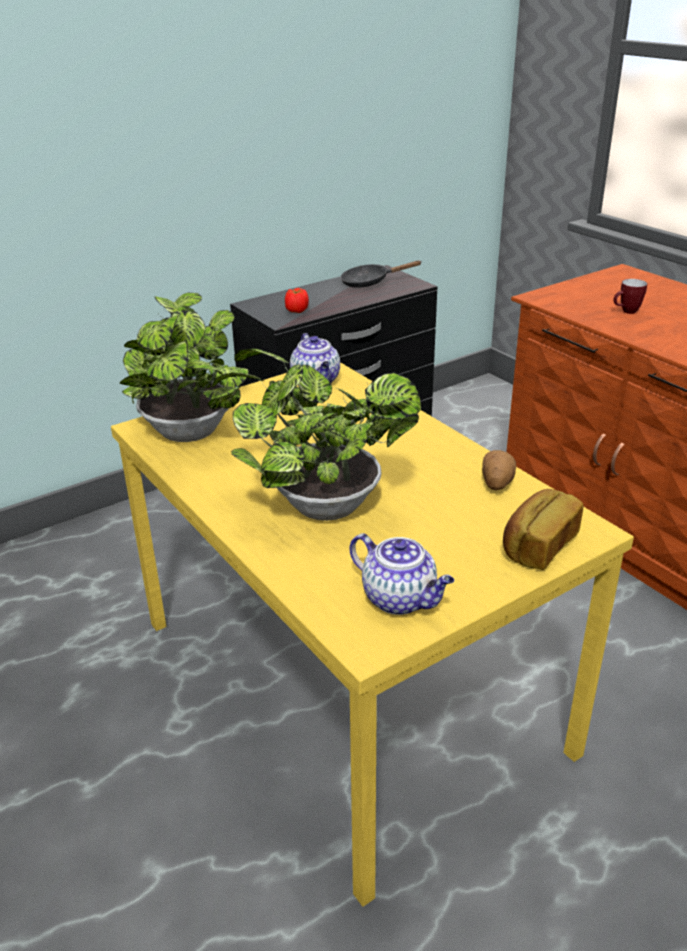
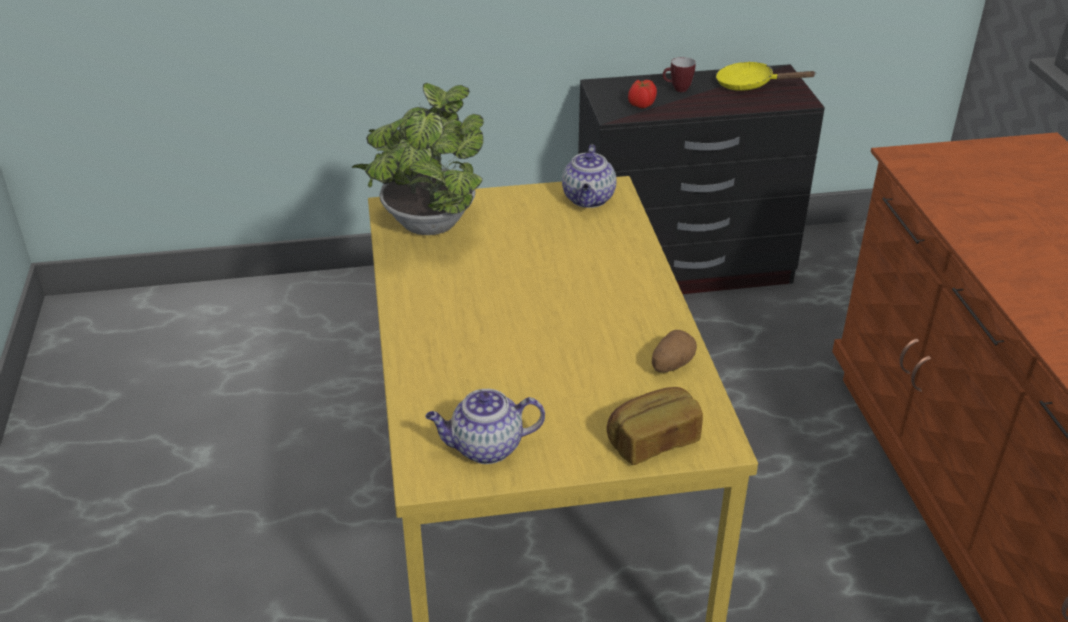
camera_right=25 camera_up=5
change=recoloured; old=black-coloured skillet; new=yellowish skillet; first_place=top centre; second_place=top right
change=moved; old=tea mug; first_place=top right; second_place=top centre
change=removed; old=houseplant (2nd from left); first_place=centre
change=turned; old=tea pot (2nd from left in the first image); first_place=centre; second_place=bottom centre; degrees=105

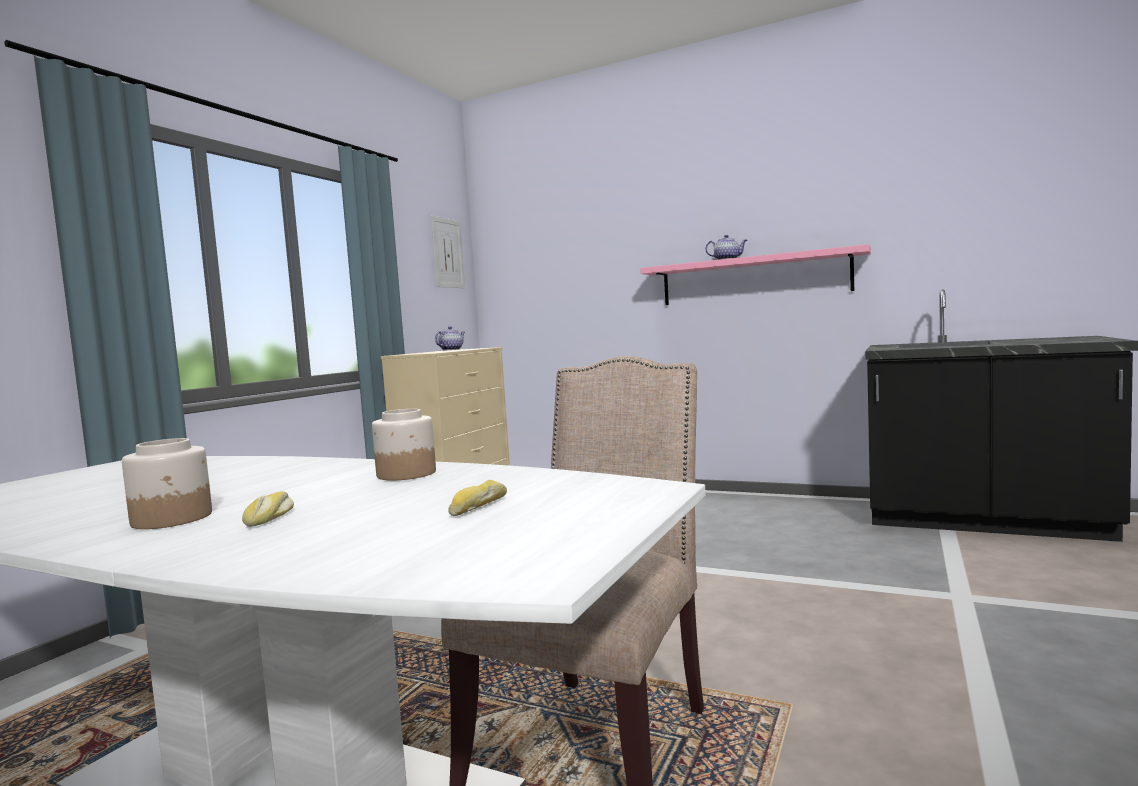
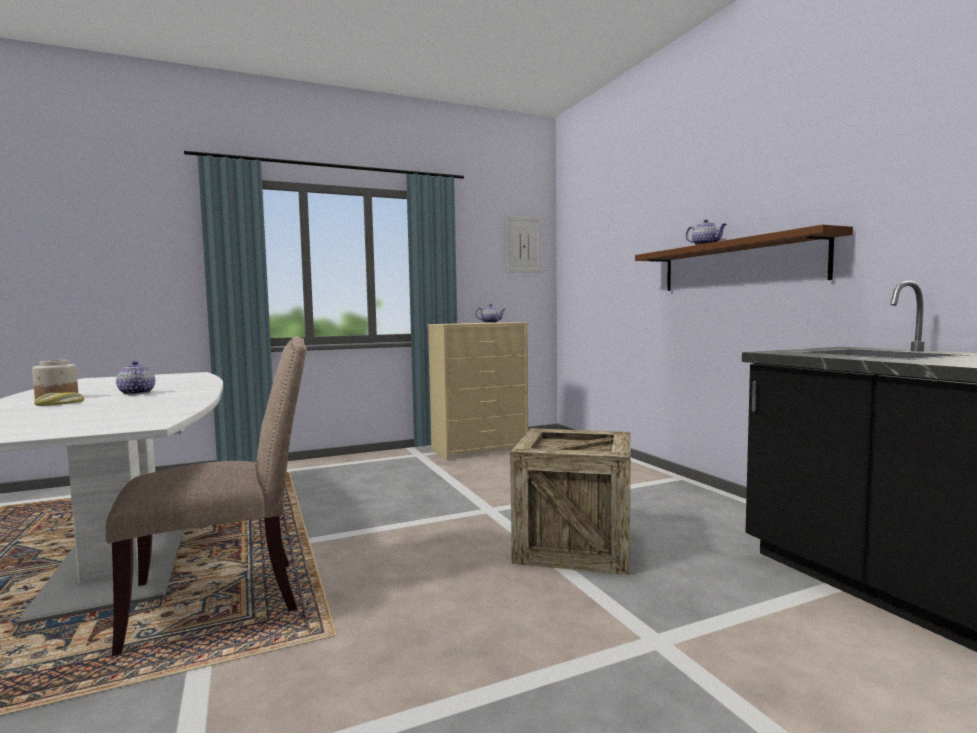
camera_right=40 camera_up=0
change=recoloured; old=pinkish bracket shelf; new=brownish bracket shelf; first_place=centre; second_place=middle right
change=removed; old=storage jar (2nd from left); first_place=centre
change=removed; old=bakery bread (2nd from left); first_place=centre
change=added; new=tea pot (1st from left); second_place=middle left
change=added; new=packing crate; second_place=bottom centre

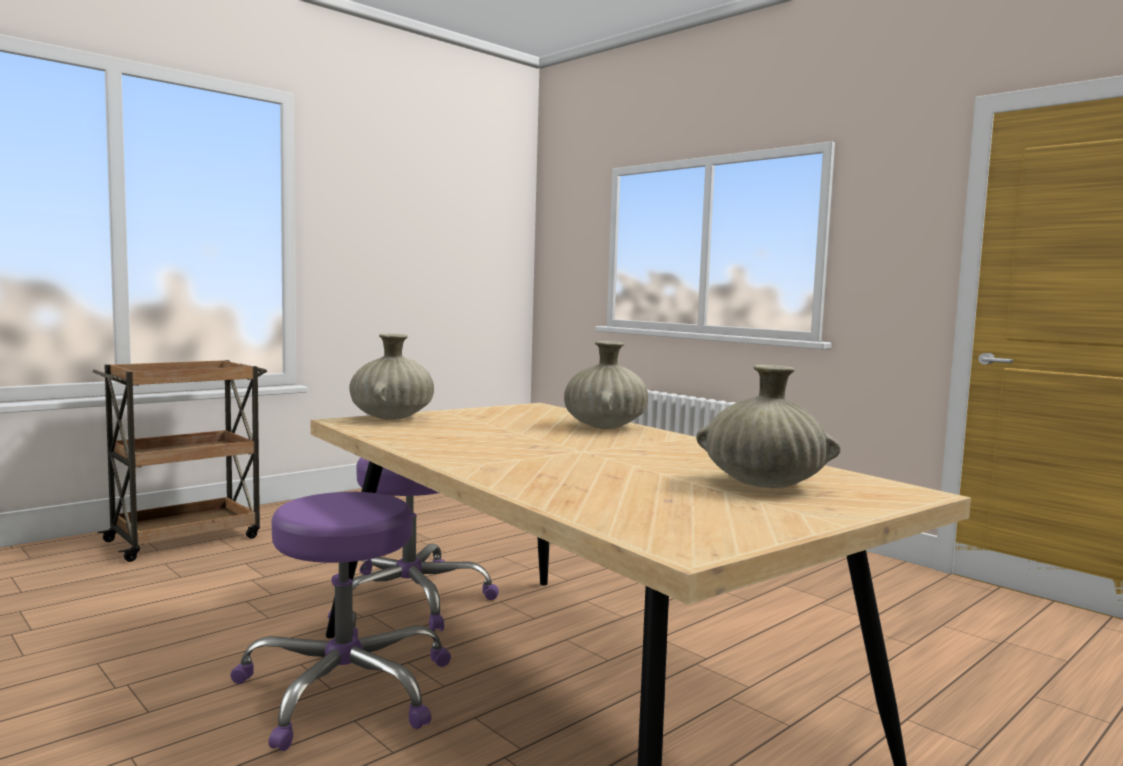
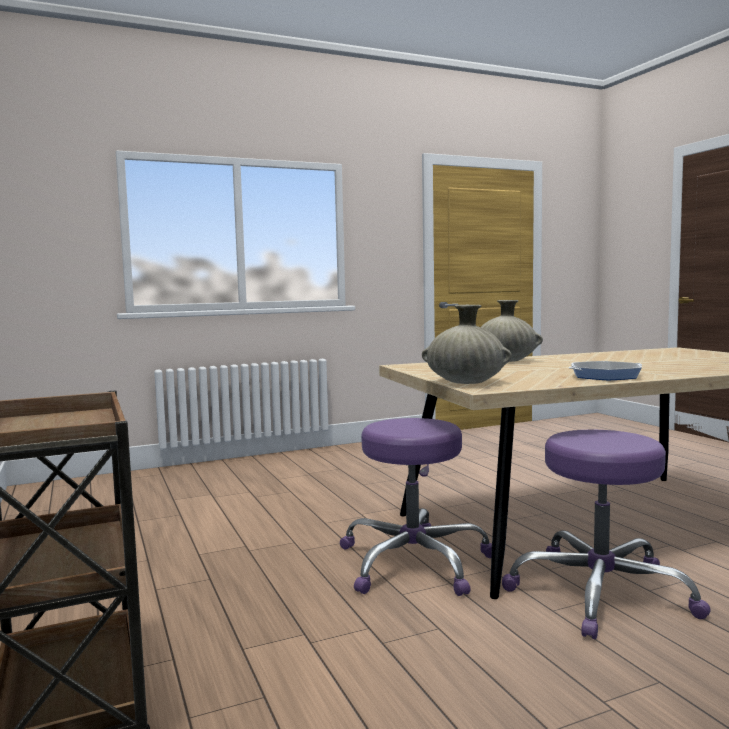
camera_right=-70 camera_up=0
change=removed; old=beige vase (3rd from left); first_place=middle right
change=added; new=skillet; second_place=middle right

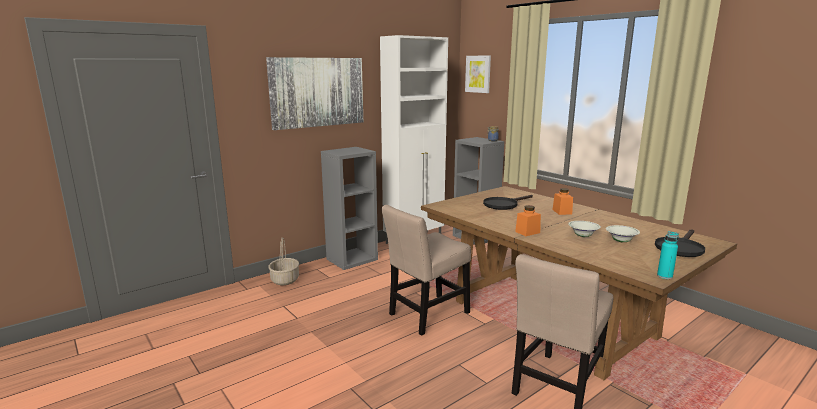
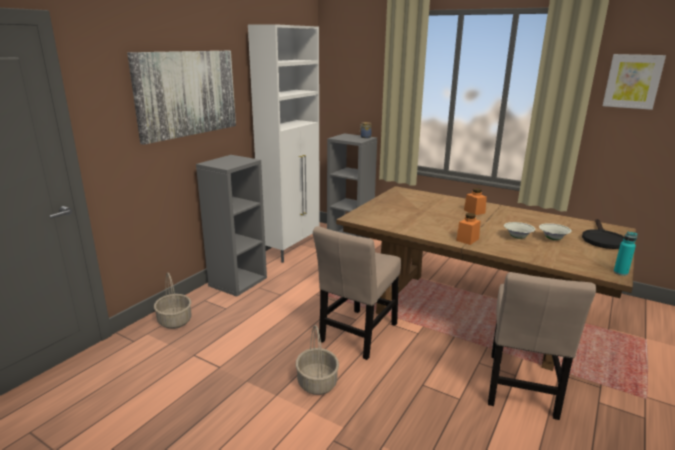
camera_right=-20 camera_up=5
change=moved; old=picture (2nd from left); first_place=top centre; second_place=top right
change=removed; old=black-coloured skillet (1st from left); first_place=centre
change=added; new=household basket (2nd from left); second_place=bottom centre

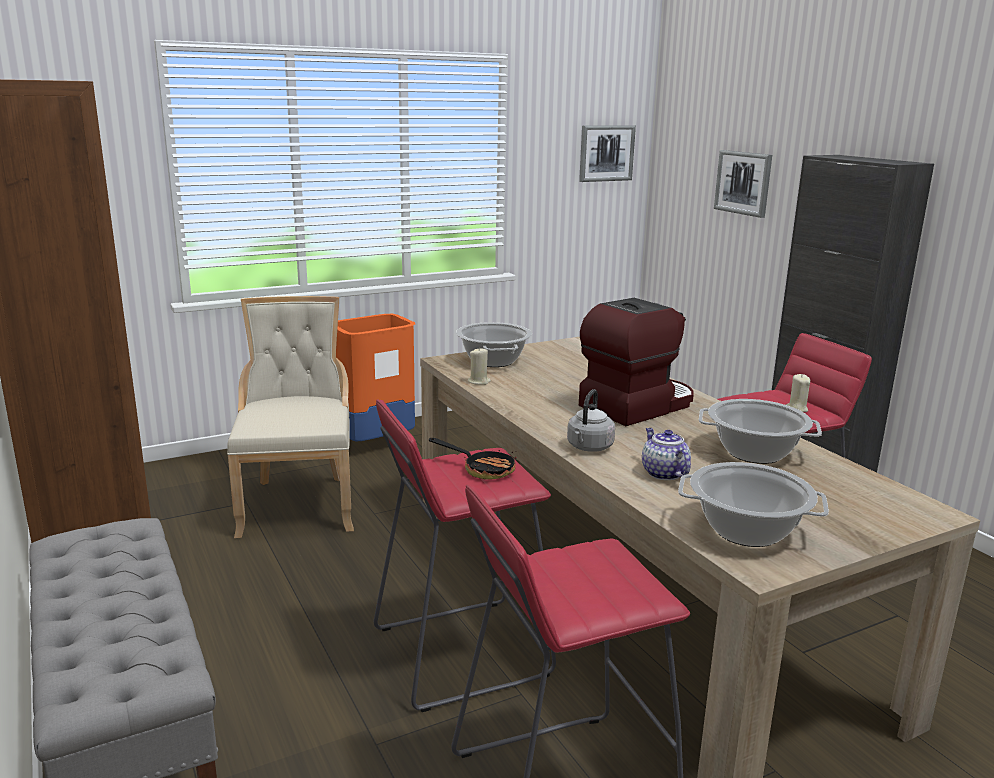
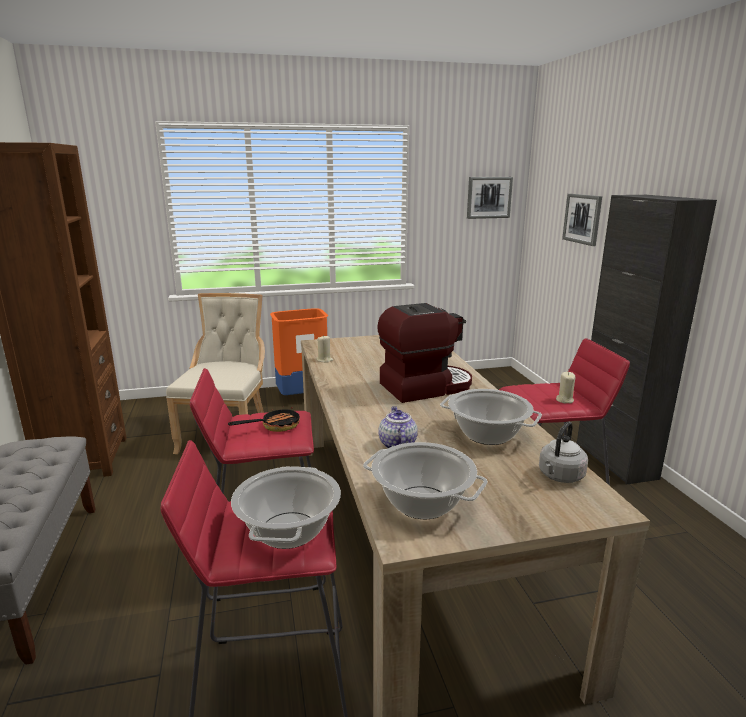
camera_right=15 camera_up=0
change=moved; old=stockpot (1st from left); first_place=centre; second_place=bottom centre
change=moved; old=greyish water kettle; first_place=centre; second_place=middle right
change=turned; old=skillet; first_place=centre; second_place=centre; degrees=-75

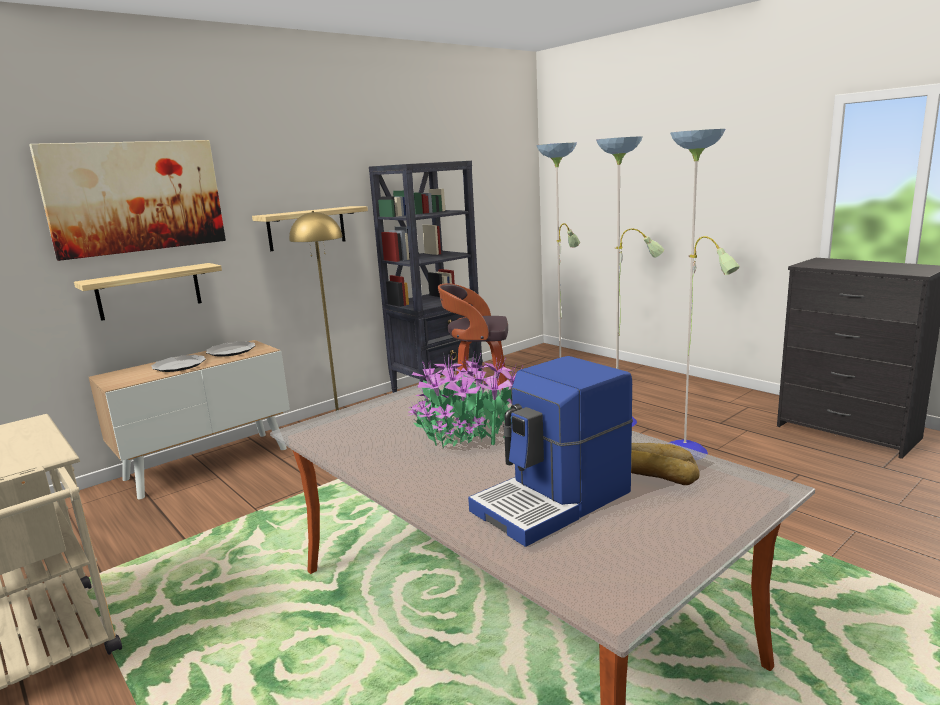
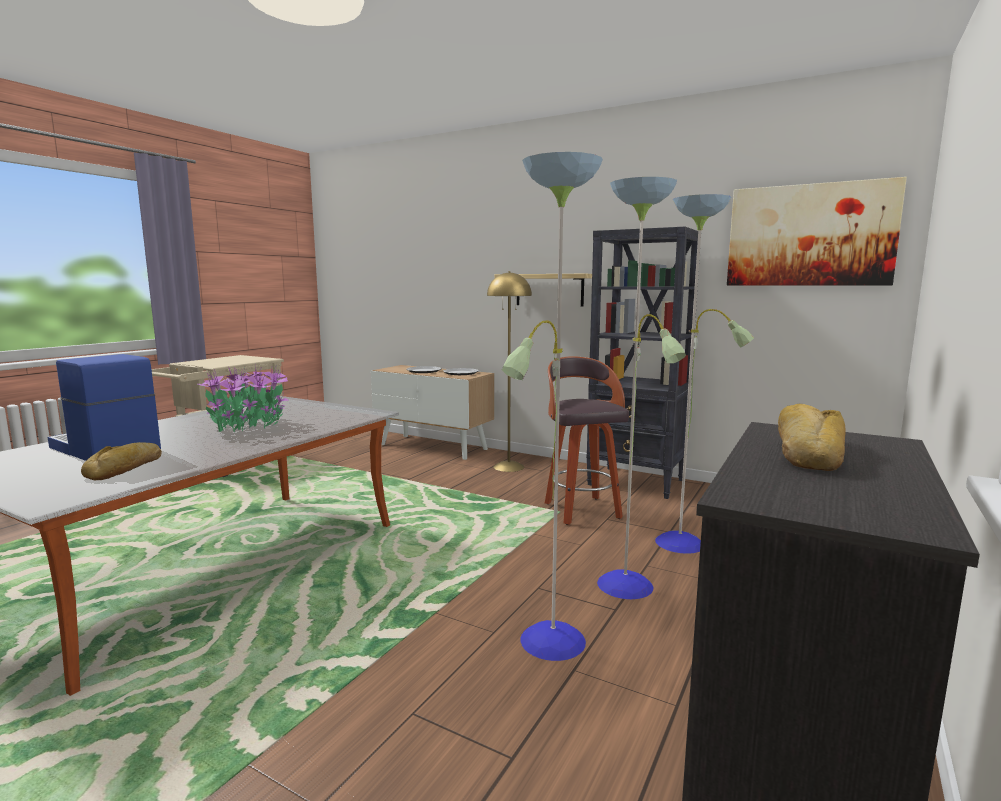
camera_right=70 camera_up=-5
change=moved; old=picture; first_place=top left; second_place=top right
change=removed; old=bracket shelf (1st from left); first_place=middle left
change=added; new=bakery bread (2nd from left); second_place=middle right

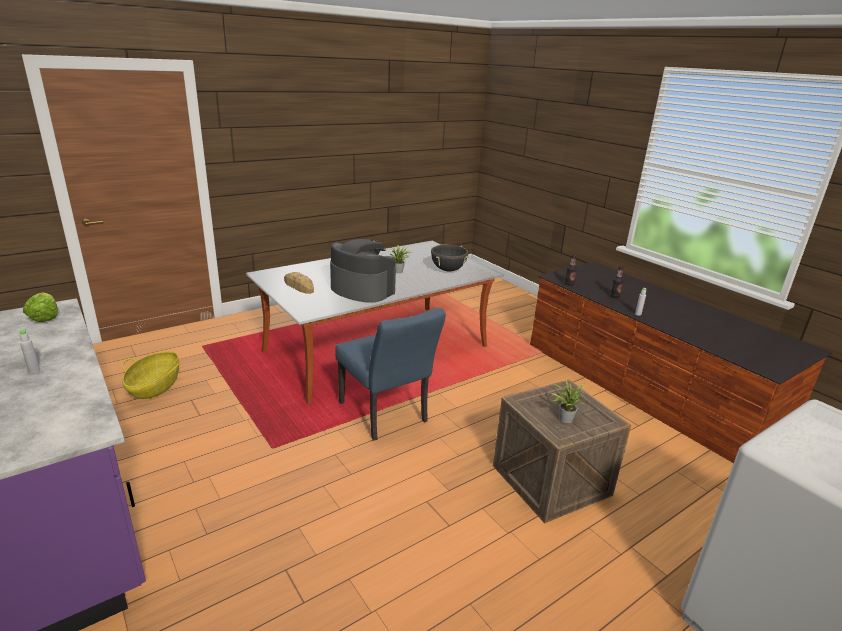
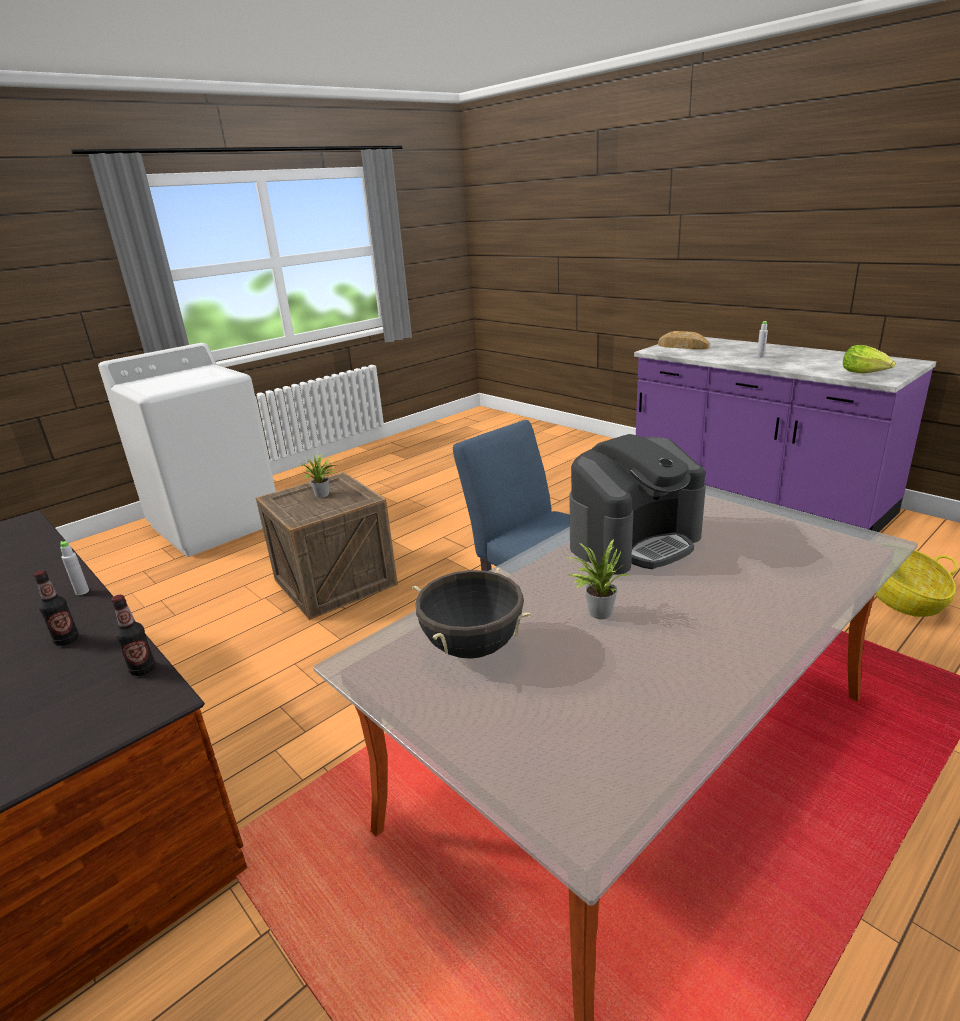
camera_right=175 camera_up=0
change=turned; old=coffee machine; first_place=centre; second_place=centre; degrees=-60
change=moved; old=bakery bread; first_place=centre; second_place=top right

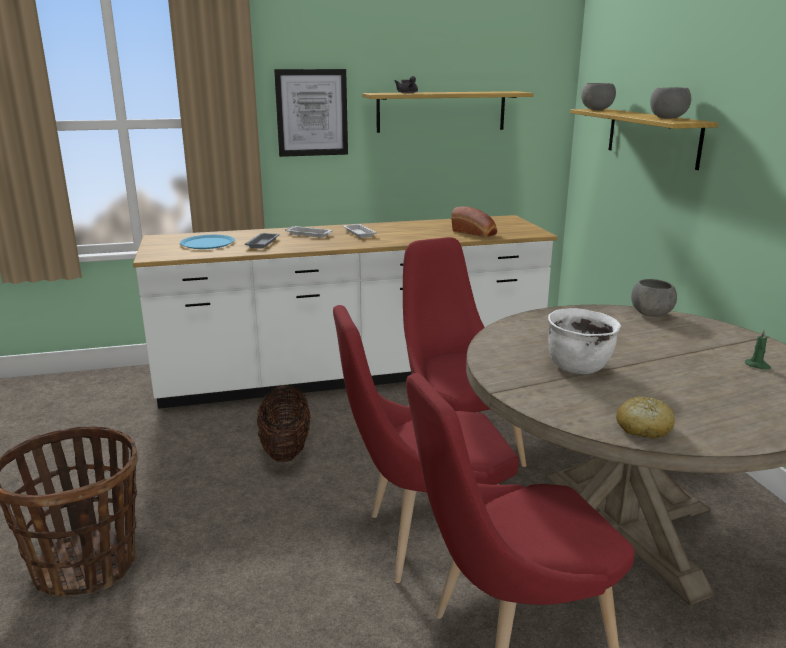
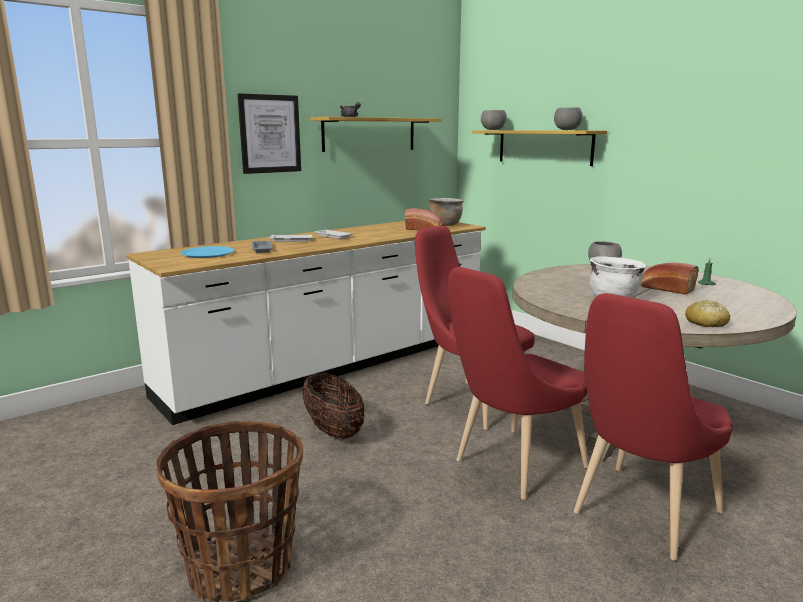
camera_right=-25 camera_up=-5
change=added; new=brownish stockpot; second_place=centre
change=added; new=bakery bread (2nd from left); second_place=middle right

